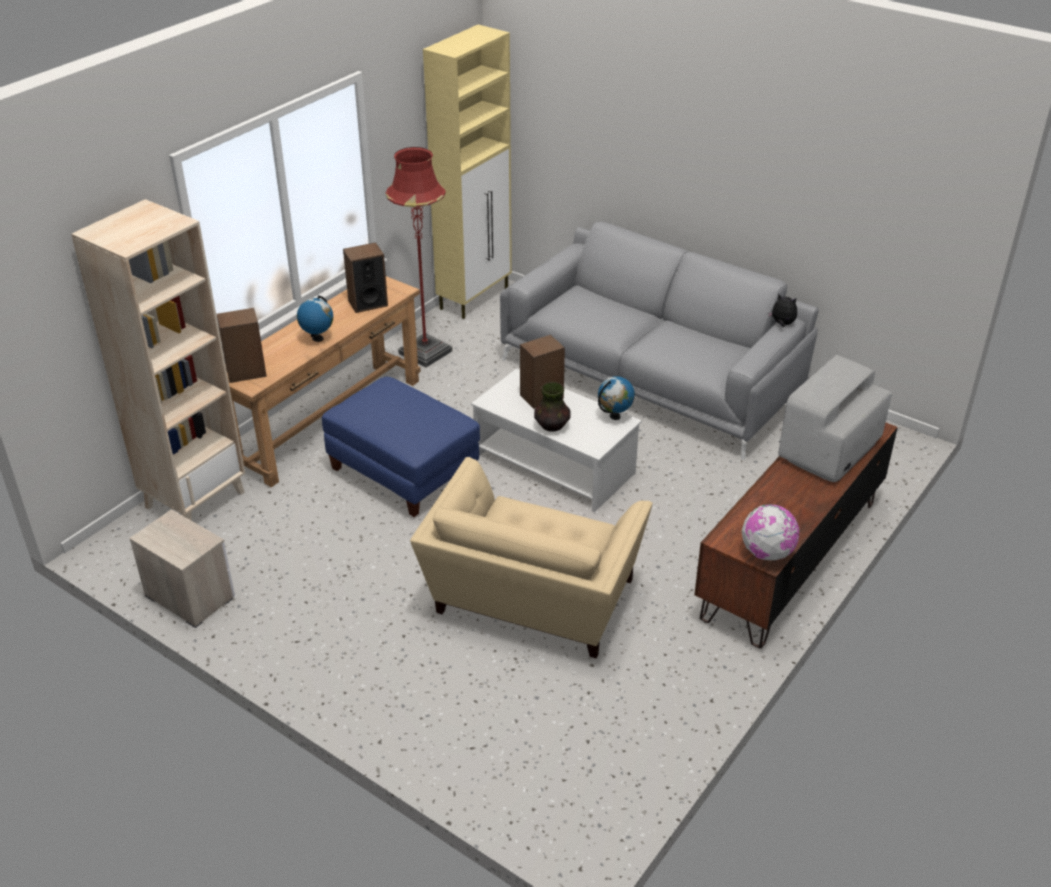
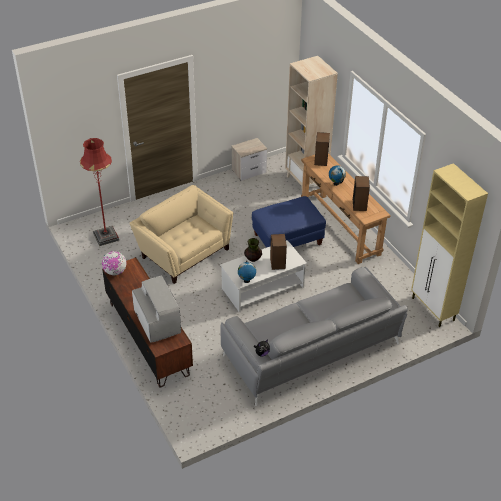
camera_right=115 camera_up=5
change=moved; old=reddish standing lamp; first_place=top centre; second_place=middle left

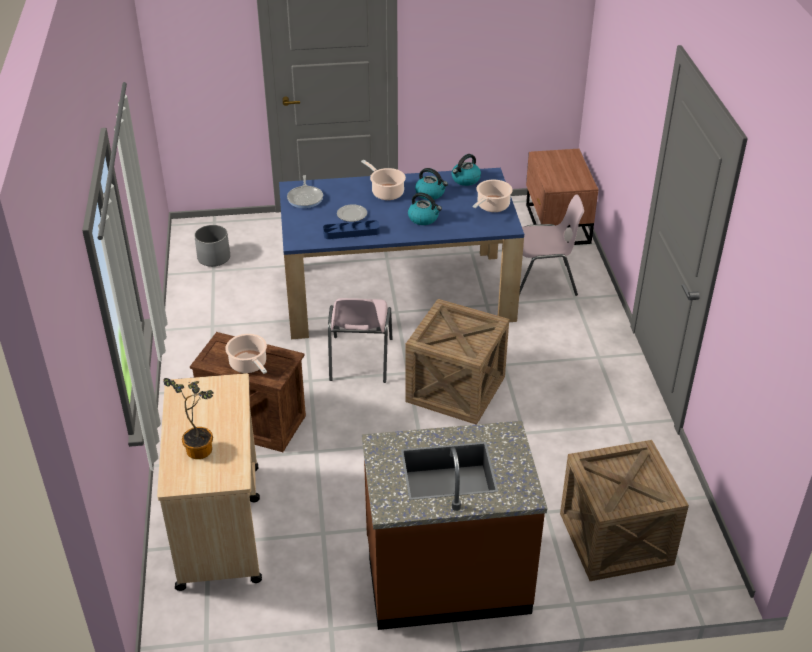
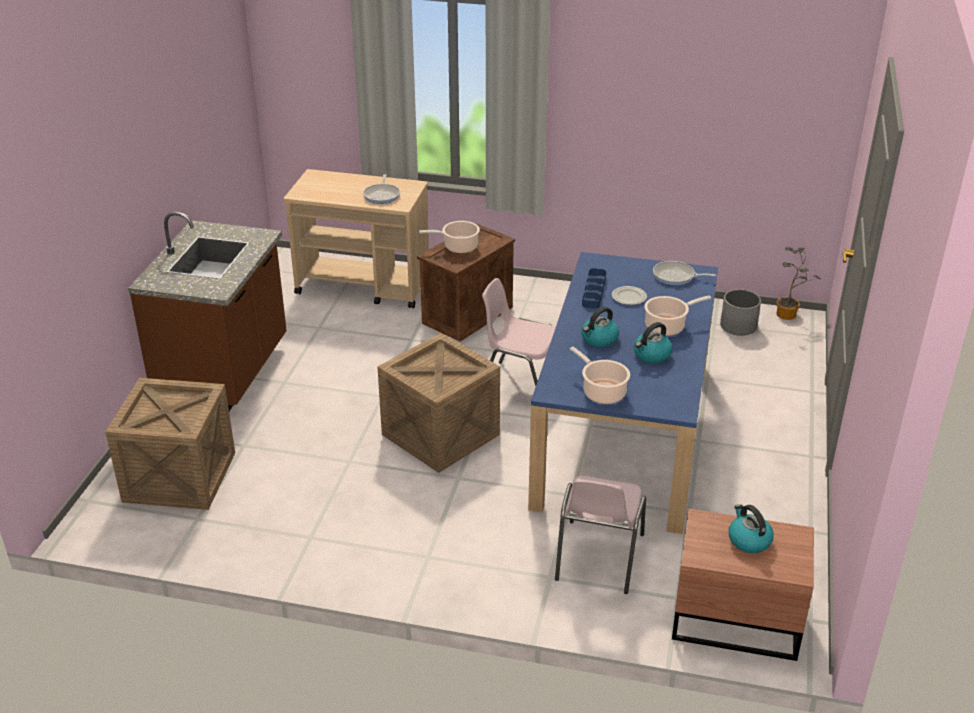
camera_right=110 camera_up=-5
change=moved; old=water kettle (3rd from left); first_place=top centre; second_place=bottom right
change=moved; old=houseplant; first_place=middle left; second_place=middle right
change=added; new=skillet (1st from left); second_place=top centre

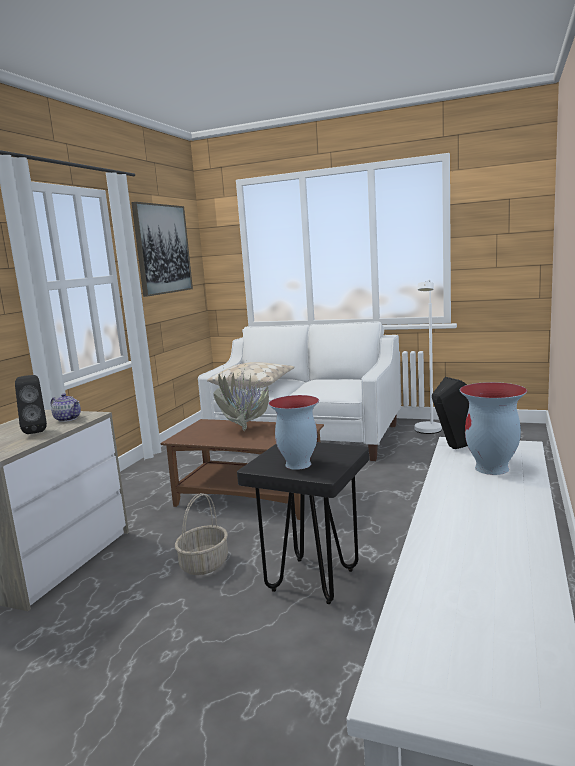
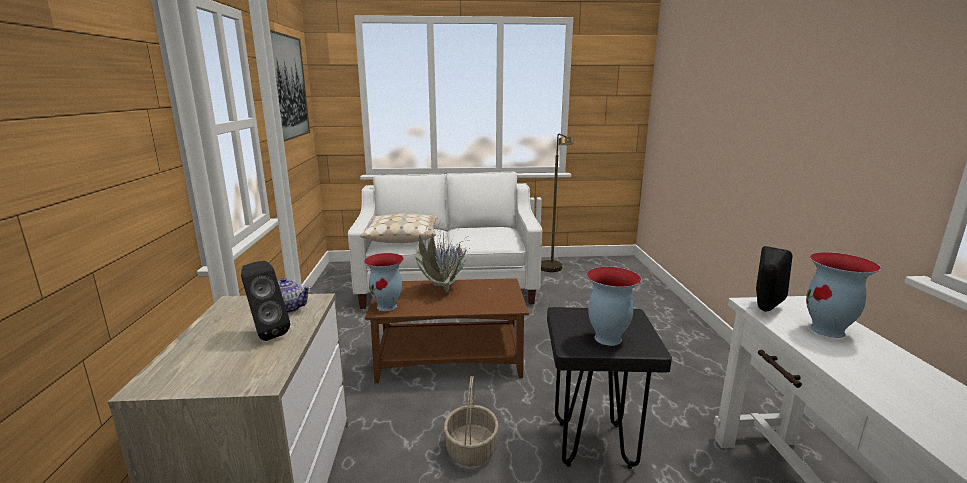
camera_right=-25 camera_up=5
change=recoloured; old=white standing lamp; new=brownish standing lamp; first_place=middle right; second_place=centre
change=added; new=vase (1st from left); second_place=centre

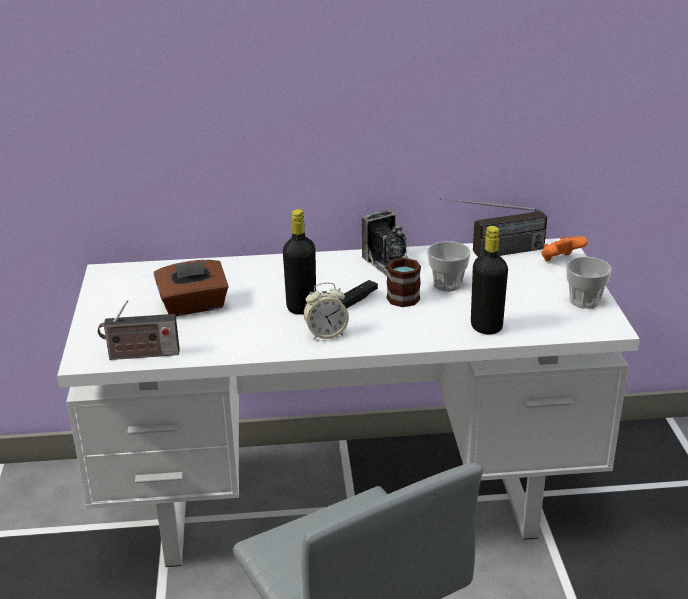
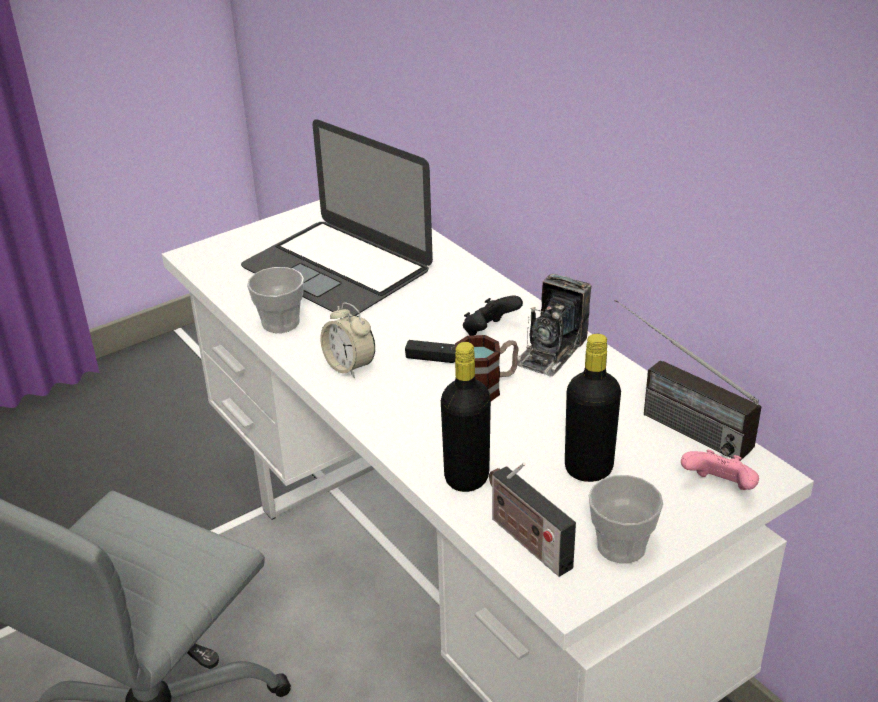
camera_right=60 camera_up=5
change=moved; old=black-coloured bottle (1st from left in the first image); new=black-coloured bottle (2nd from left); first_place=centre; second_place=middle right
change=recoloured; old=orange-coloured joypad; new=pinkish joypad; first_place=middle right; second_place=bottom right
change=moved; old=drinking cup (1st from left); first_place=centre; second_place=middle left
change=replaced; old=brownish tissue holder; new=laptop; first_place=middle left; second_place=top centre
change=moved; old=radio set (1st from left); first_place=middle left; second_place=bottom centre
change=added; new=black-coloured joypad (2nd from left); second_place=centre

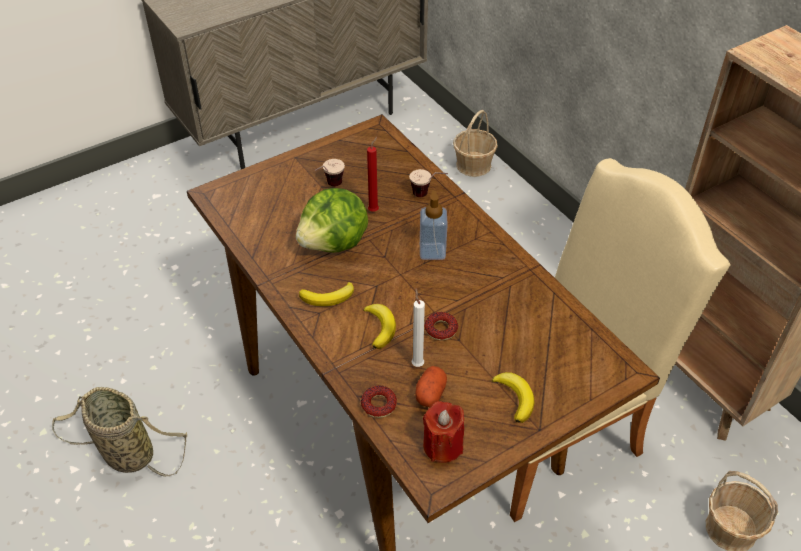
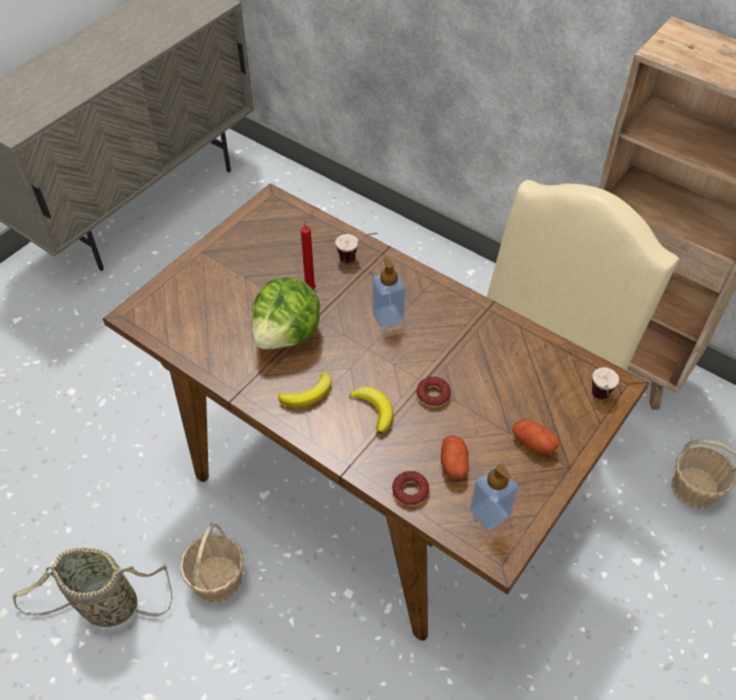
camera_right=-20 camera_up=5
change=moved; old=household basket (2nd from left); first_place=top centre; second_place=bottom left
change=moved; old=drinking cup (1st from left in the first image); new=drinking cup (2nd from left); first_place=top centre; second_place=middle right
change=removed; old=white candle; first_place=centre
change=replaced; old=banana fruit (3rd from left); new=whole potato (2nd from left); first_place=bottom centre; second_place=middle right
change=replaced; old=reddish candle (2nd from left); new=soap bottle (2nd from left); first_place=bottom centre; second_place=bottom right

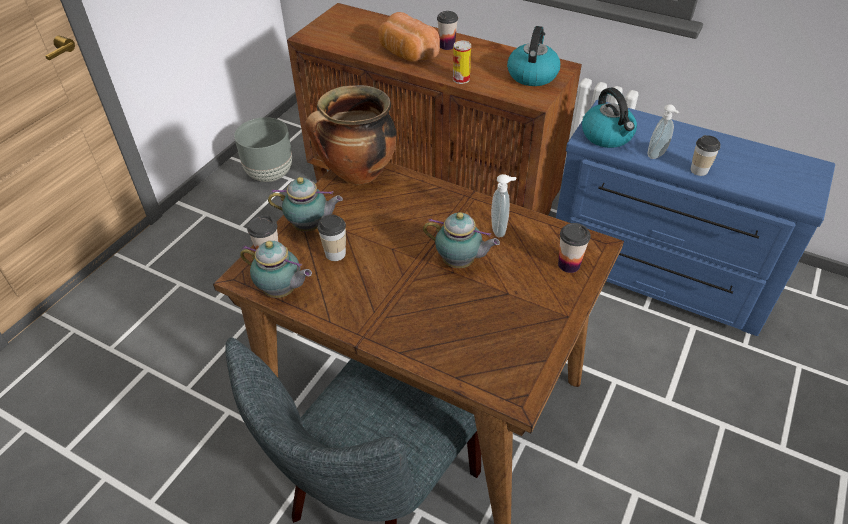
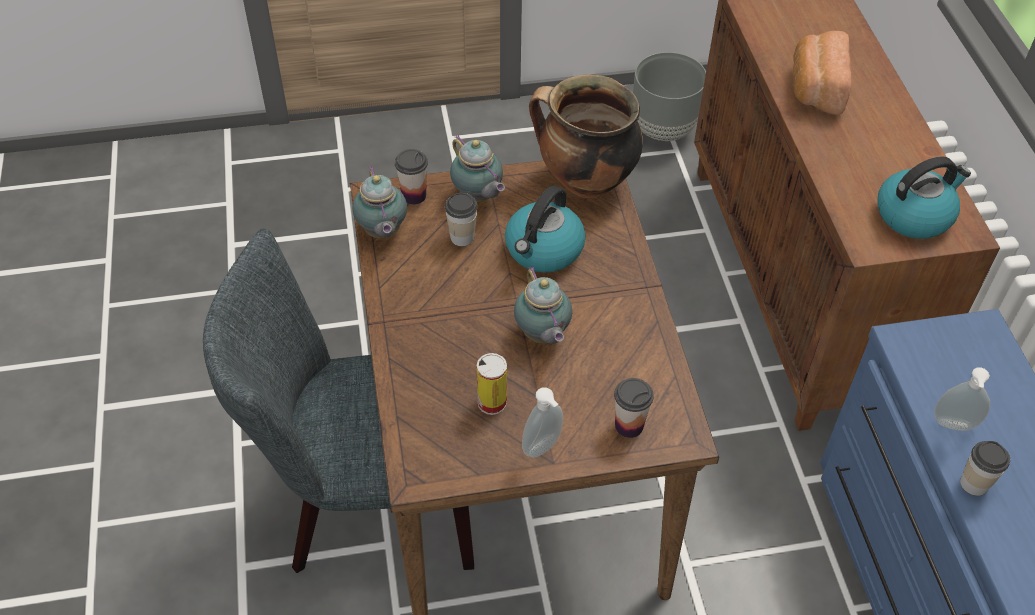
camera_right=50 camera_up=5
change=removed; old=drinking cup (3rd from left); first_place=top centre
change=moved; old=metal can; first_place=top centre; second_place=centre
change=moved; old=water kettle (2nd from left in the first image); new=water kettle (1st from left); first_place=top right; second_place=centre
change=moved; old=soap bottle (1st from left); first_place=centre; second_place=bottom centre

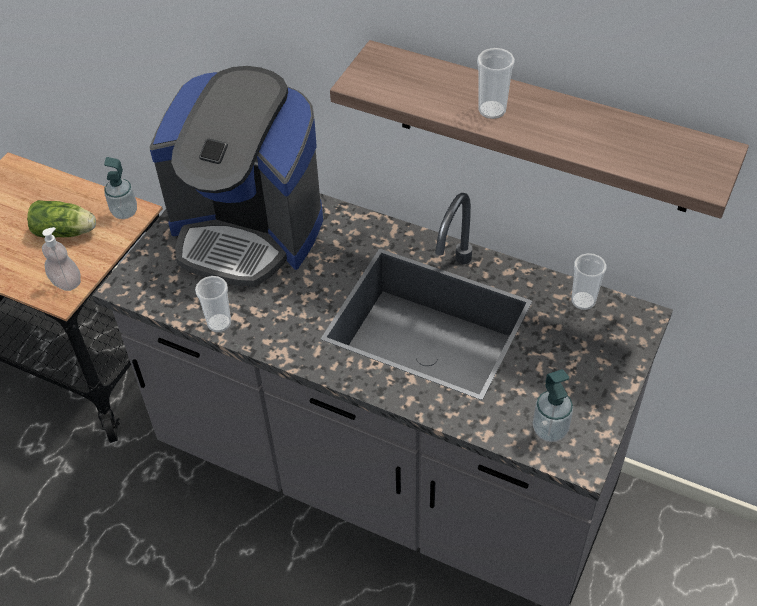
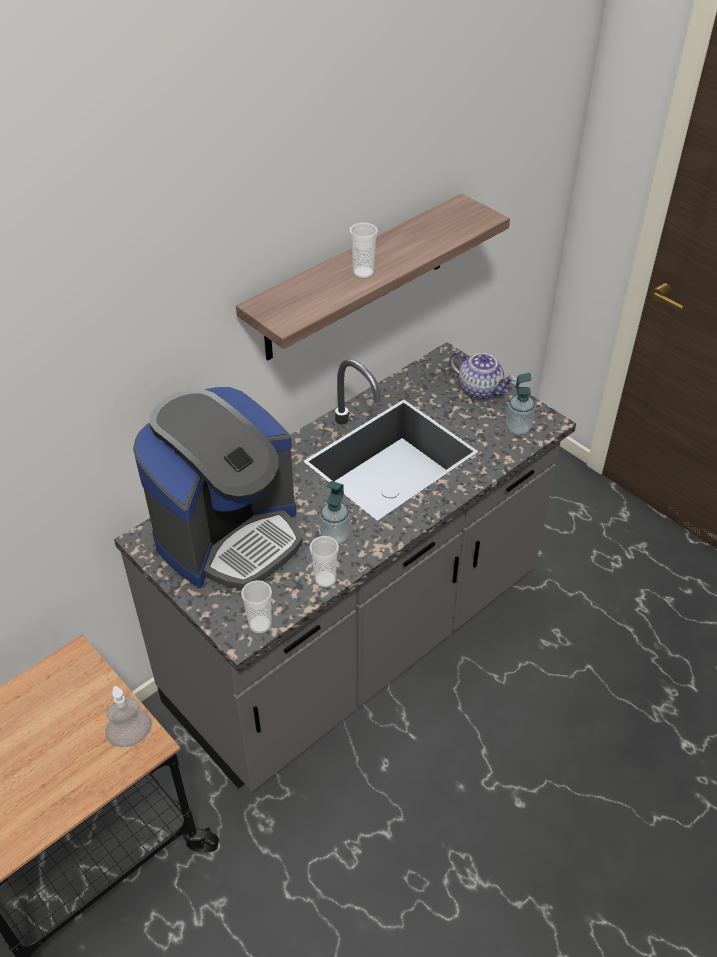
camera_right=-70 camera_up=-5
change=moved; old=soap bottle (2nd from left); first_place=top left; second_place=centre
change=removed; old=head of lettuce; first_place=middle left
change=moved; old=drinking cup (3rd from left in the first image); new=drinking cup (1st from left); first_place=middle right; second_place=centre
change=added; new=tea pot; second_place=middle right

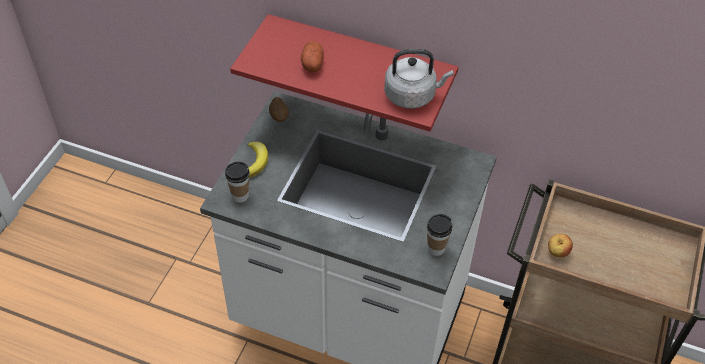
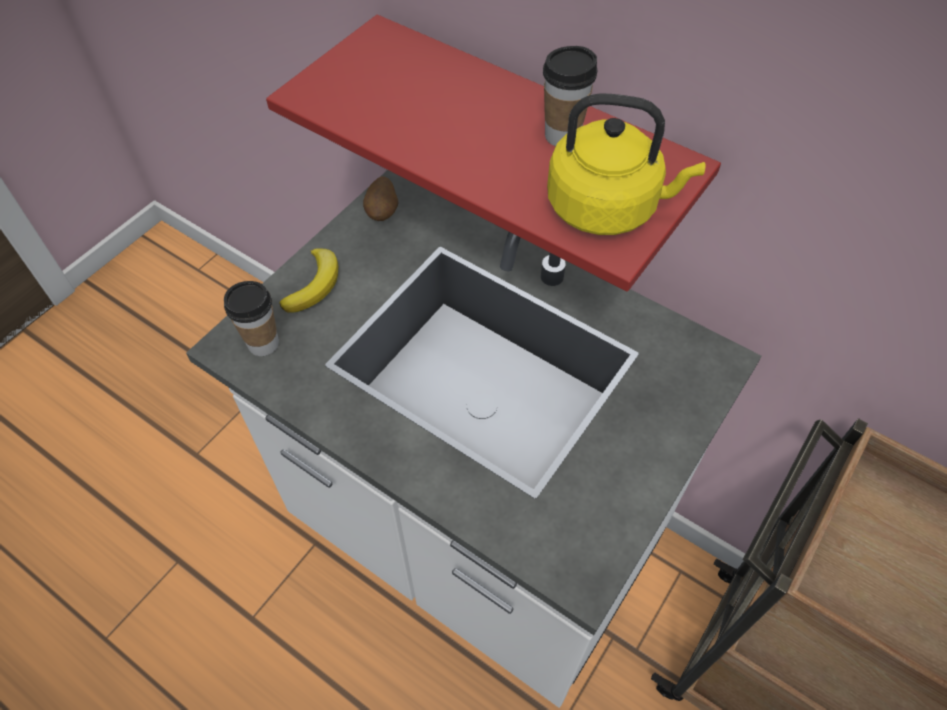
camera_right=15 camera_up=5
change=removed; old=whole potato (2nd from left); first_place=top centre
change=recoloured; old=greyish water kettle; new=yellowish water kettle; first_place=top centre; second_place=top centre
change=moved; old=drinking cup (2nd from left); first_place=centre; second_place=top centre
change=removed; old=apple fruit; first_place=bottom right

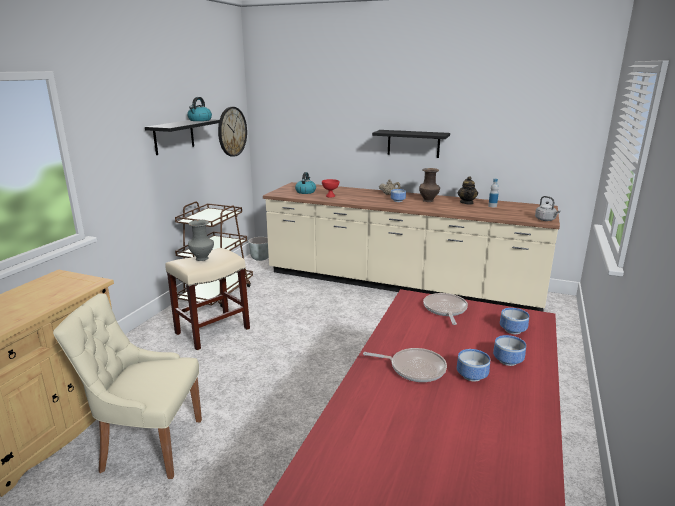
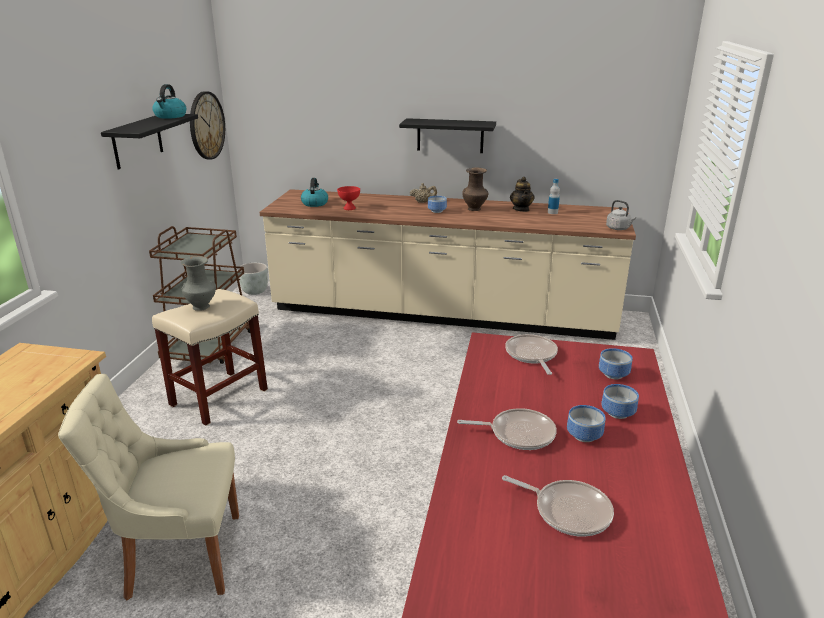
camera_right=-10 camera_up=5
change=added; new=skillet (3rd from left); second_place=bottom right

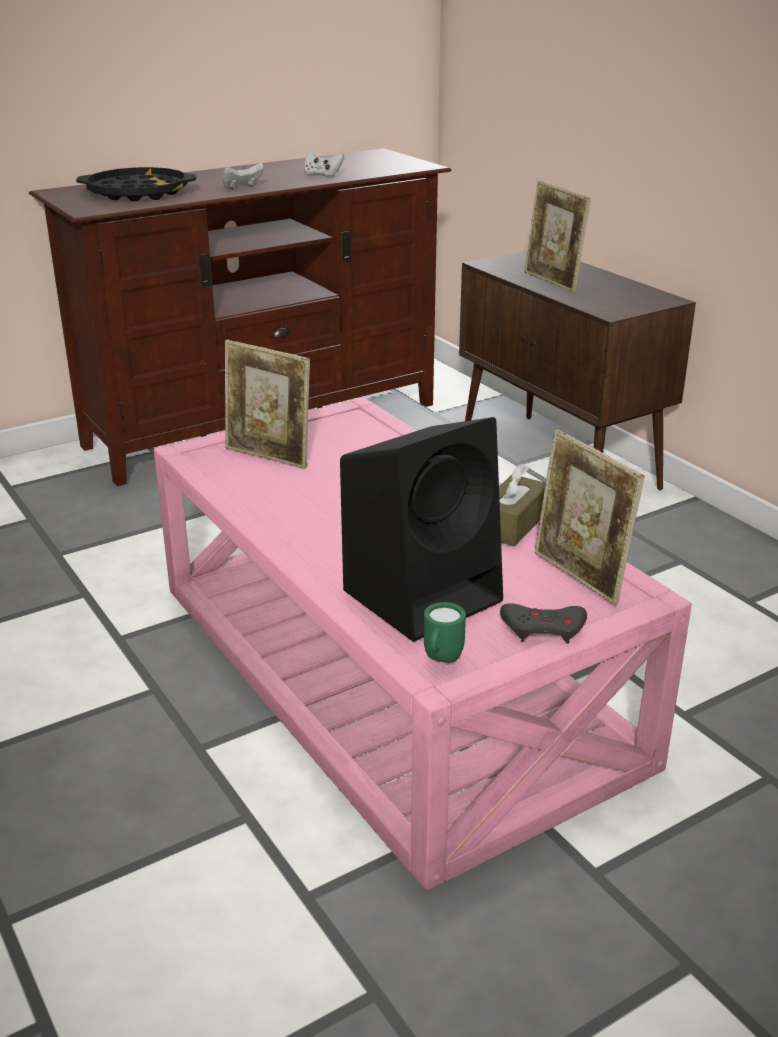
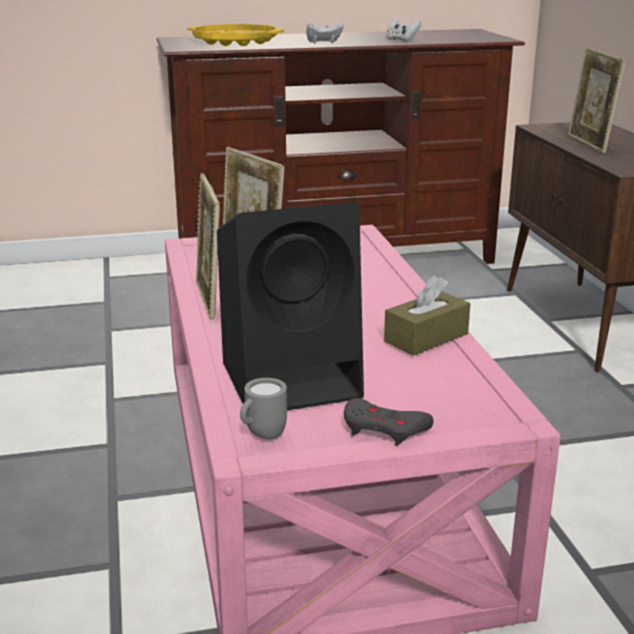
camera_right=20 camera_up=-5
change=recoloured; old=black-coloured carrying tray; new=yellowish carrying tray; first_place=top left; second_place=top centre
change=moved; old=picture frame (3rd from left in the first image); new=picture frame (1st from left); first_place=middle right; second_place=middle left
change=recoloured; old=green-coloured tea mug; new=greyish tea mug; first_place=centre; second_place=centre

